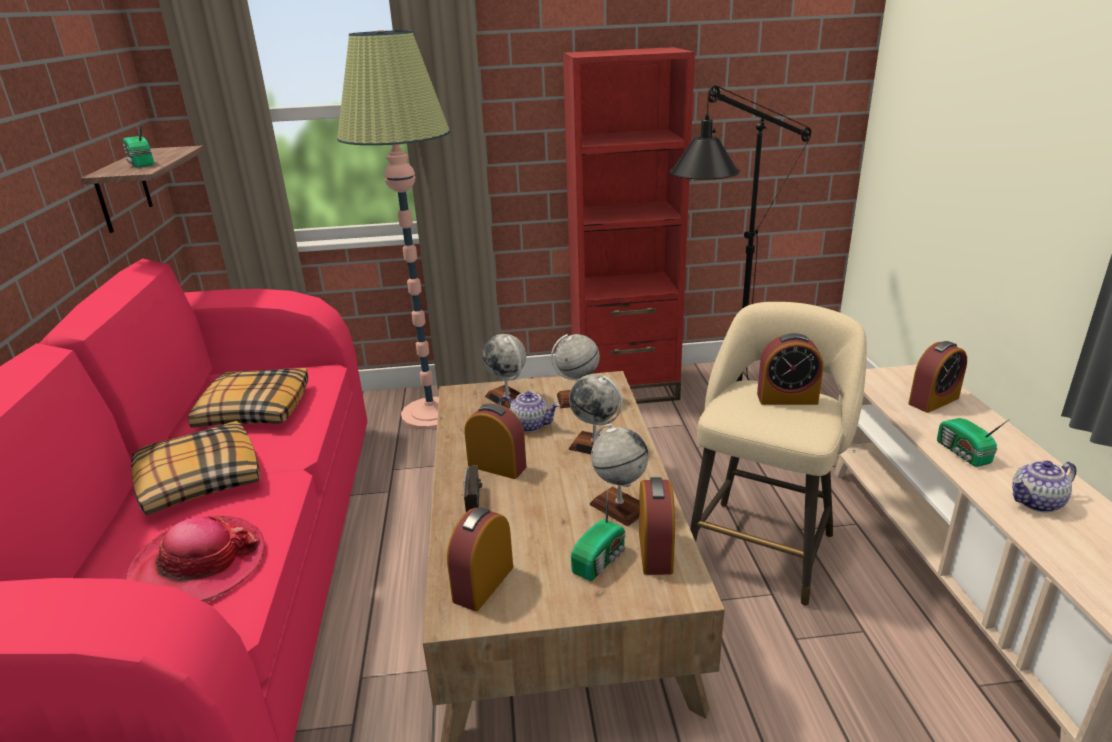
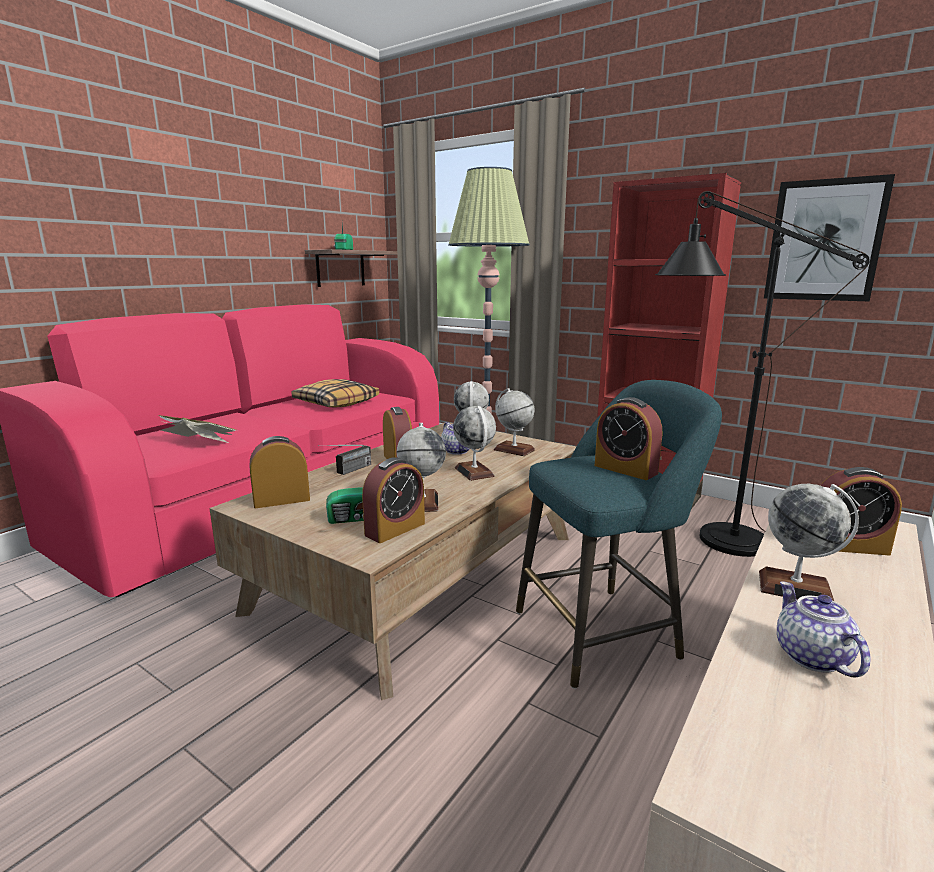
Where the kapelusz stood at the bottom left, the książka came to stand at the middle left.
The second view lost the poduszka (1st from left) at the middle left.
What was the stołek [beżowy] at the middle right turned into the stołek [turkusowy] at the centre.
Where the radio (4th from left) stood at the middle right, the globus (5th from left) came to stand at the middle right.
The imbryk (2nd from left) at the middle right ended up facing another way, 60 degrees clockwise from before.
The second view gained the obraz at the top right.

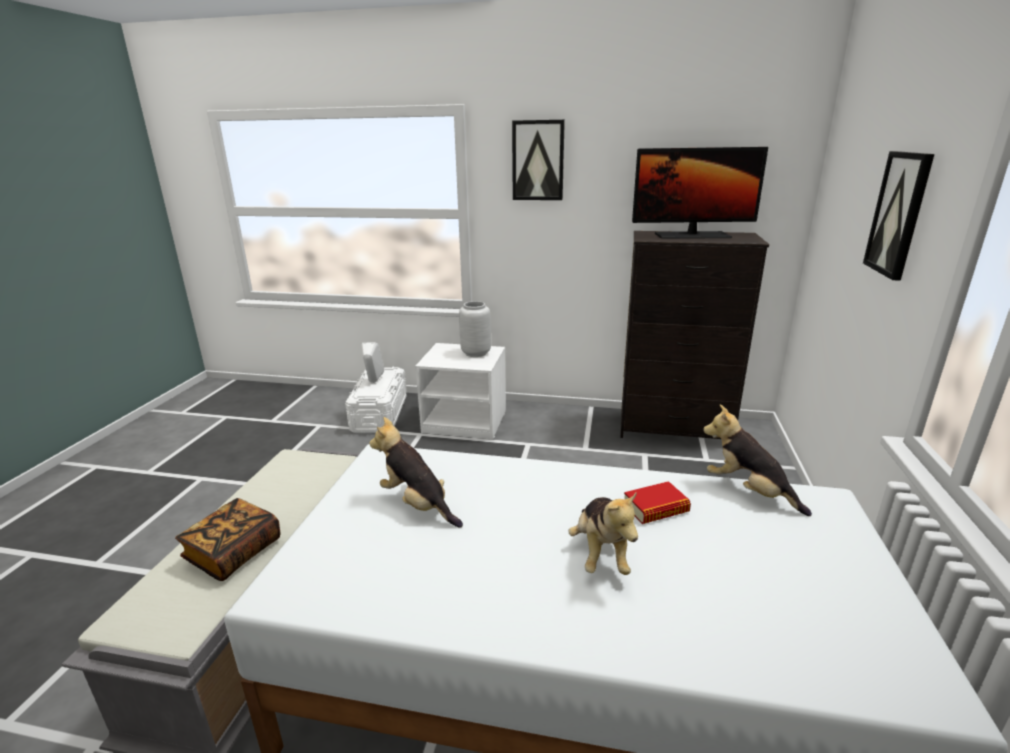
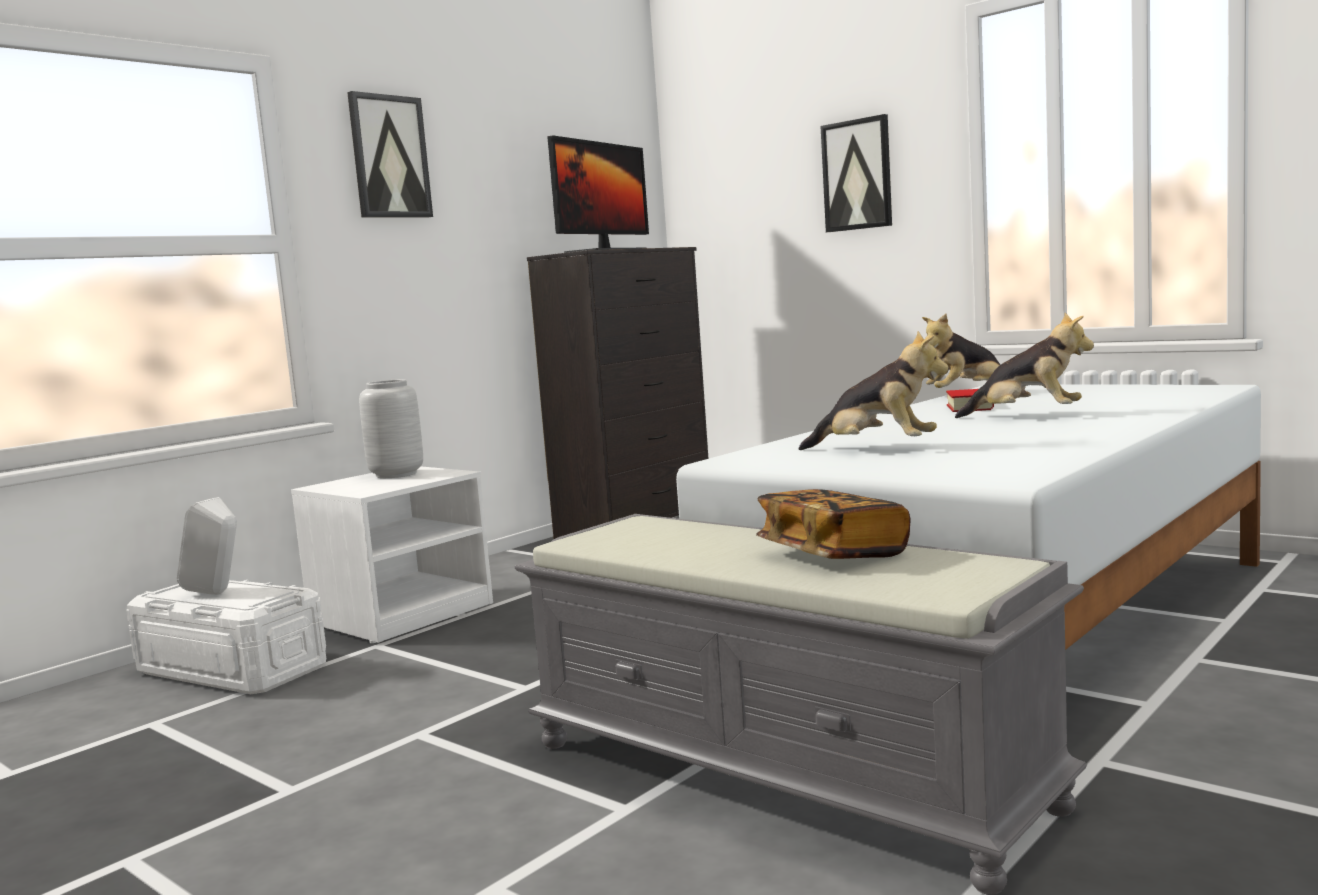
The pluszak (1st from left) at the centre ended up facing another way, 135 degrees counterclockwise from before.

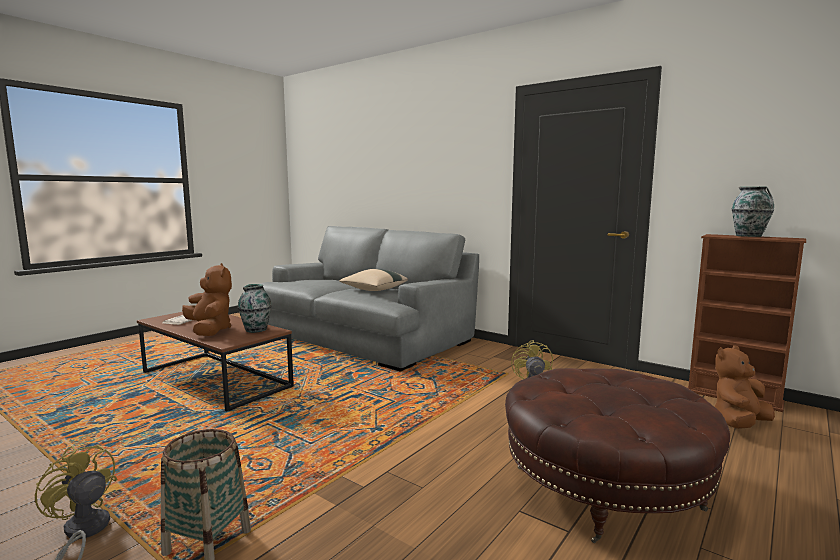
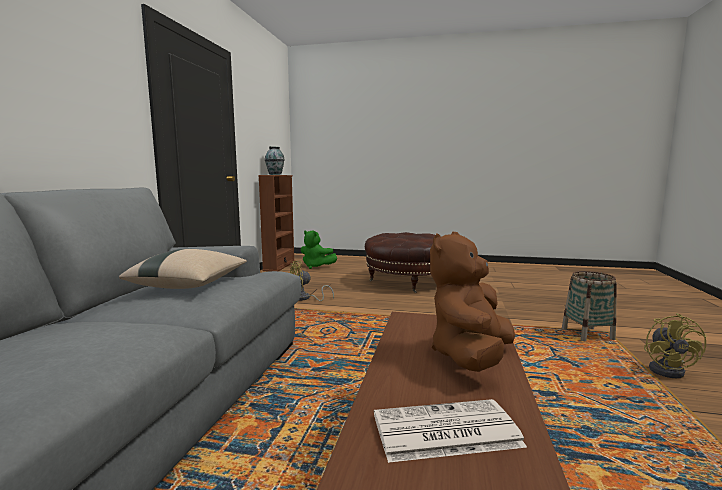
The second view lost the wazon (1st from left) at the middle left.
What was the pluszak [brązowy] (2nd from left) at the bottom right turned into the pluszak [zielony] at the centre.

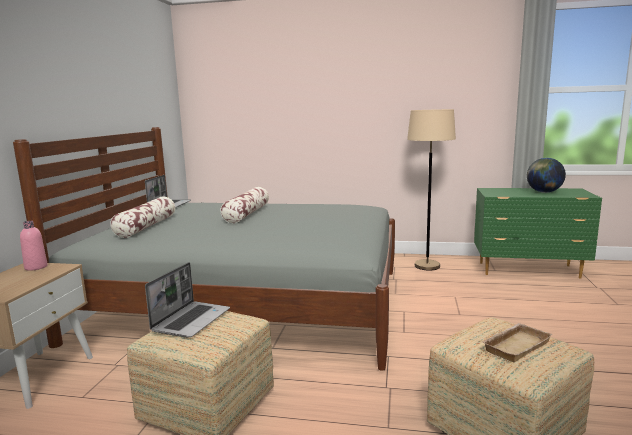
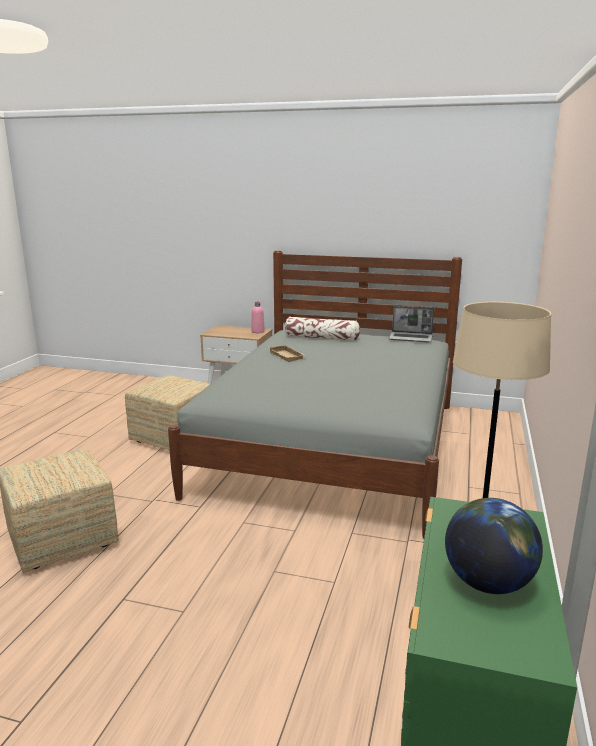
The second view lost the laptop (2nd from left) at the bottom left.
The second view lost the poduszka (2nd from left) at the centre.
The taca [beżowy] ended up elsewhere, having gone from the bottom right to the centre.

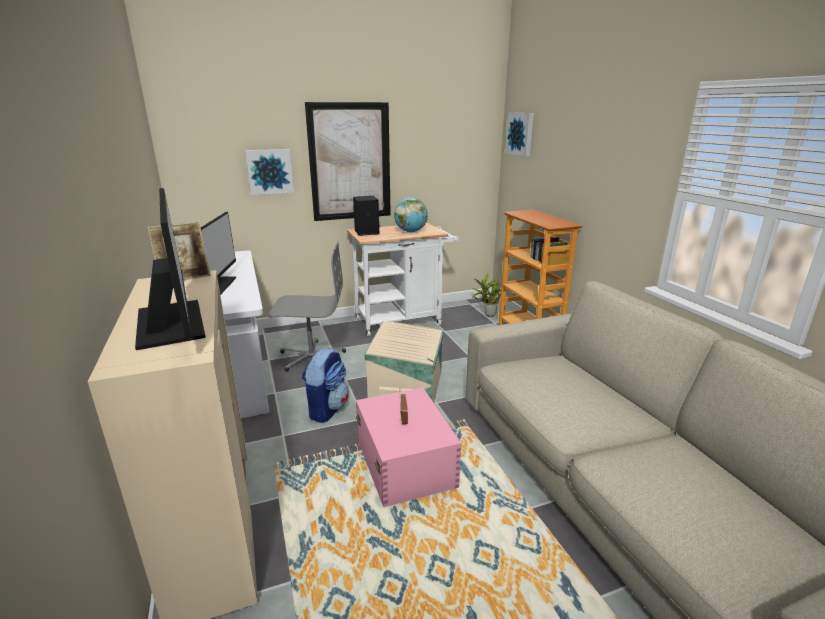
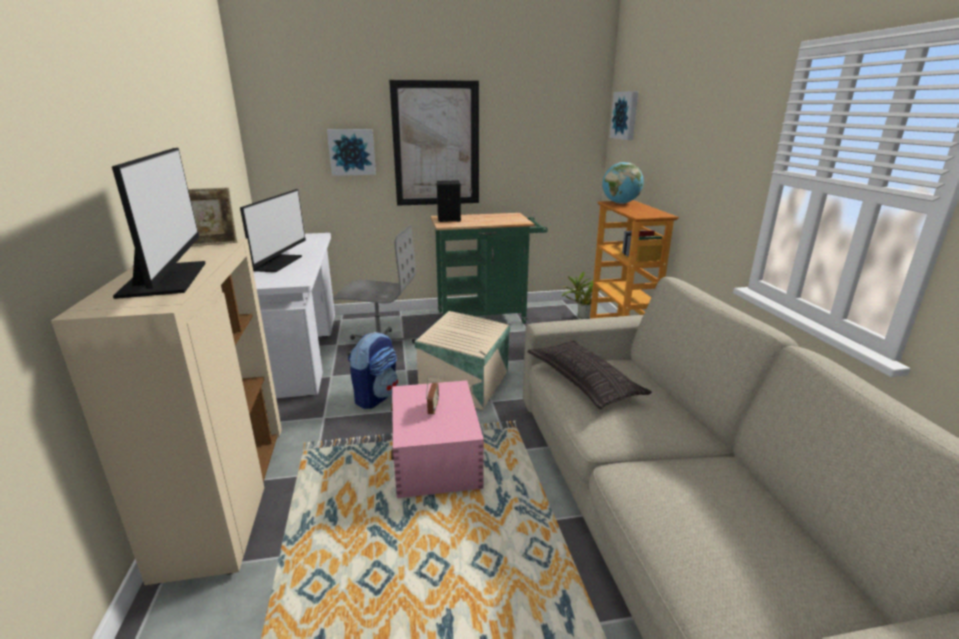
What was the wózek [biały] at the centre turned into the wózek [zielony] at the centre.
The globus ended up elsewhere, having gone from the centre to the top centre.
The second view gained the poduszka at the centre.

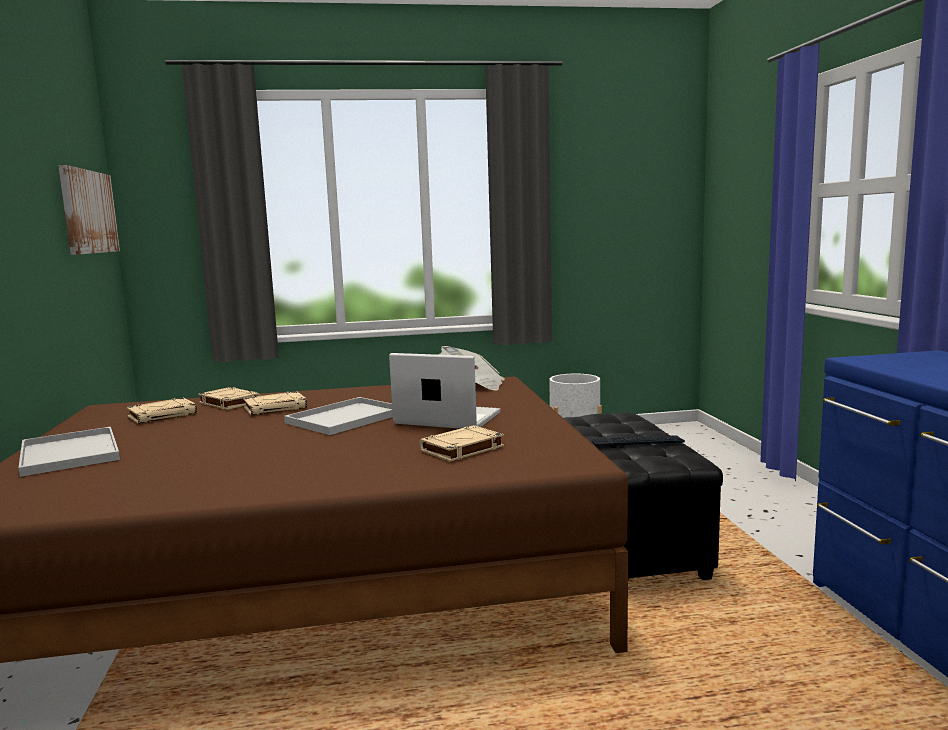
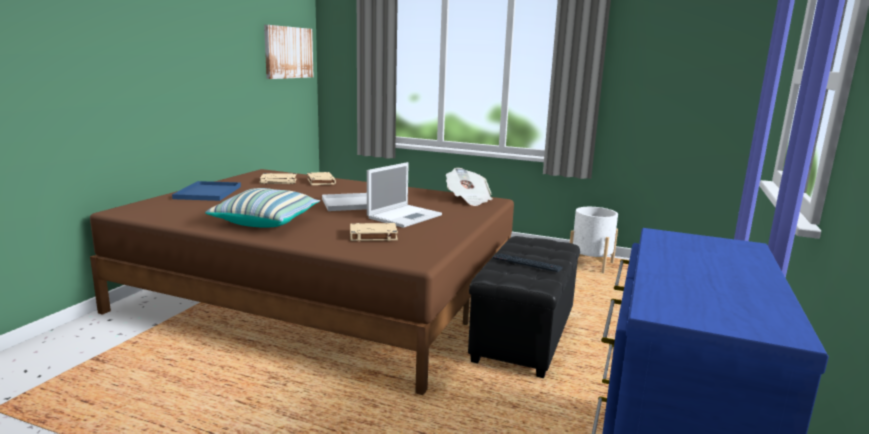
What was the taca [biały] (1st from left) at the middle left turned into the taca [niebieski] at the middle left.
The second view lost the książka [beżowy] (3rd from left) at the middle left.
The laptop at the centre ended up facing another way, 75 degrees clockwise from before.
The second view gained the poduszka at the middle left.

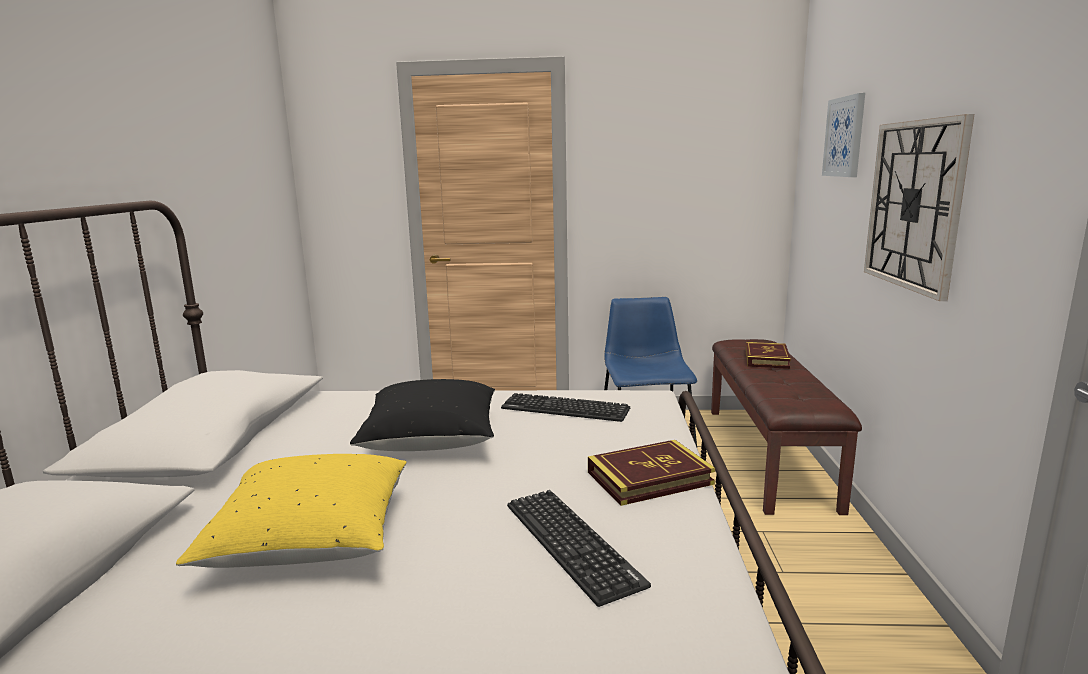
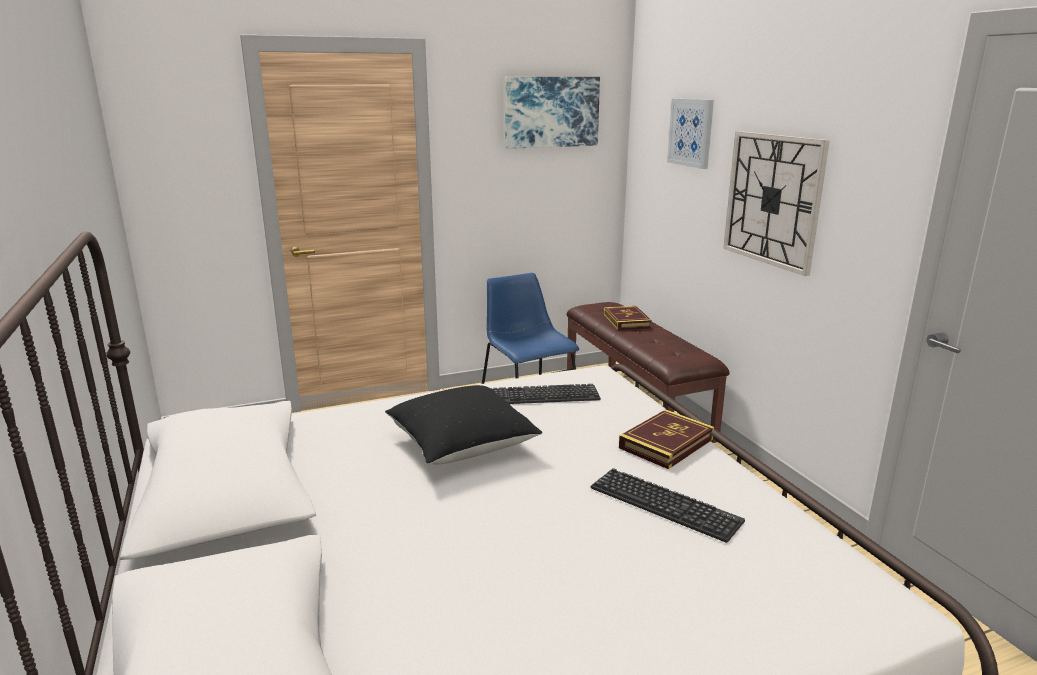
The second view lost the poduszka [żółty] at the bottom left.
The second view gained the obraz (1st from left) at the top centre.

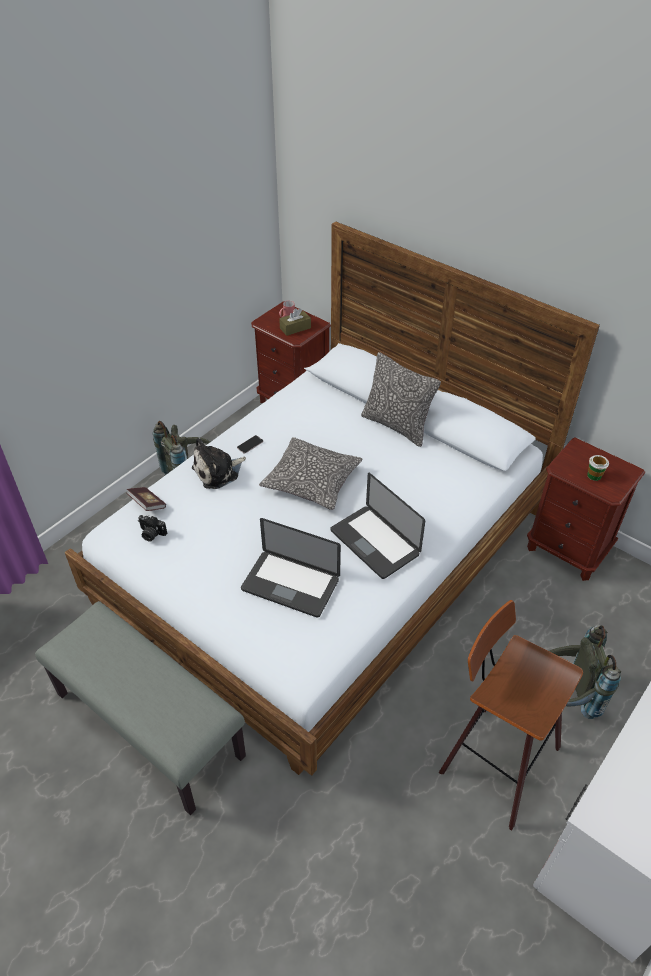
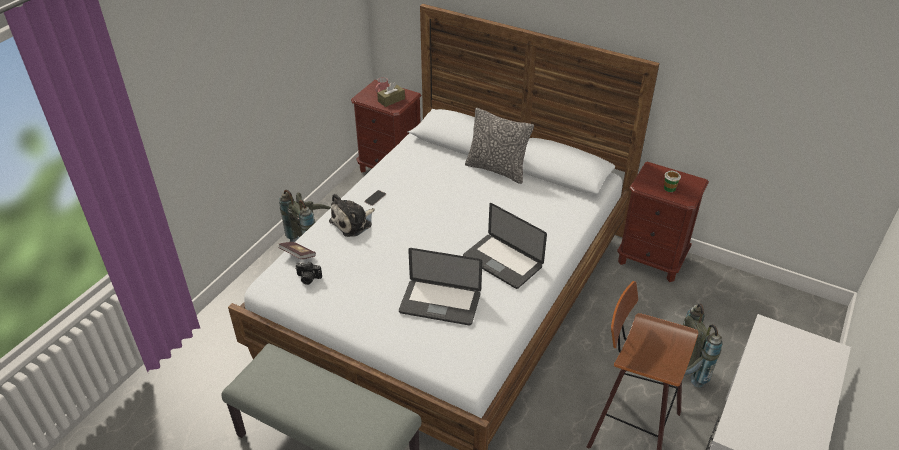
The second view lost the poduszka (1st from left) at the centre.

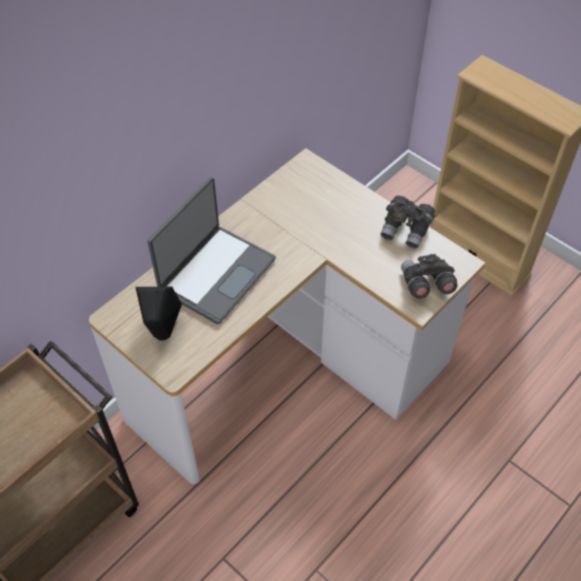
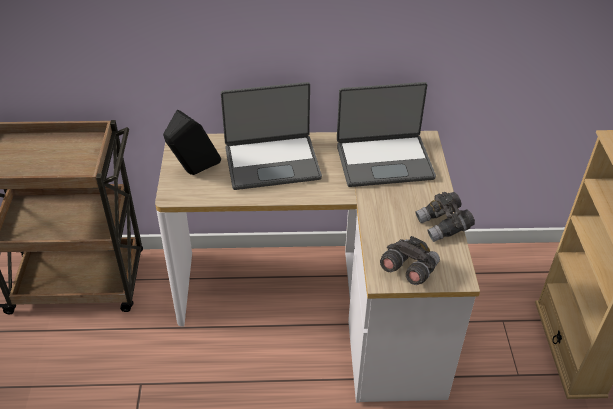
The second view gained the laptop (2nd from left) at the top centre.

